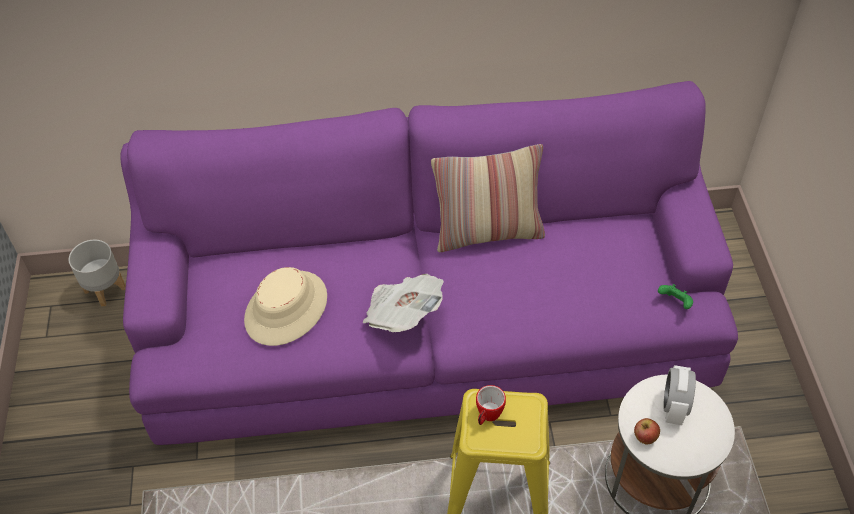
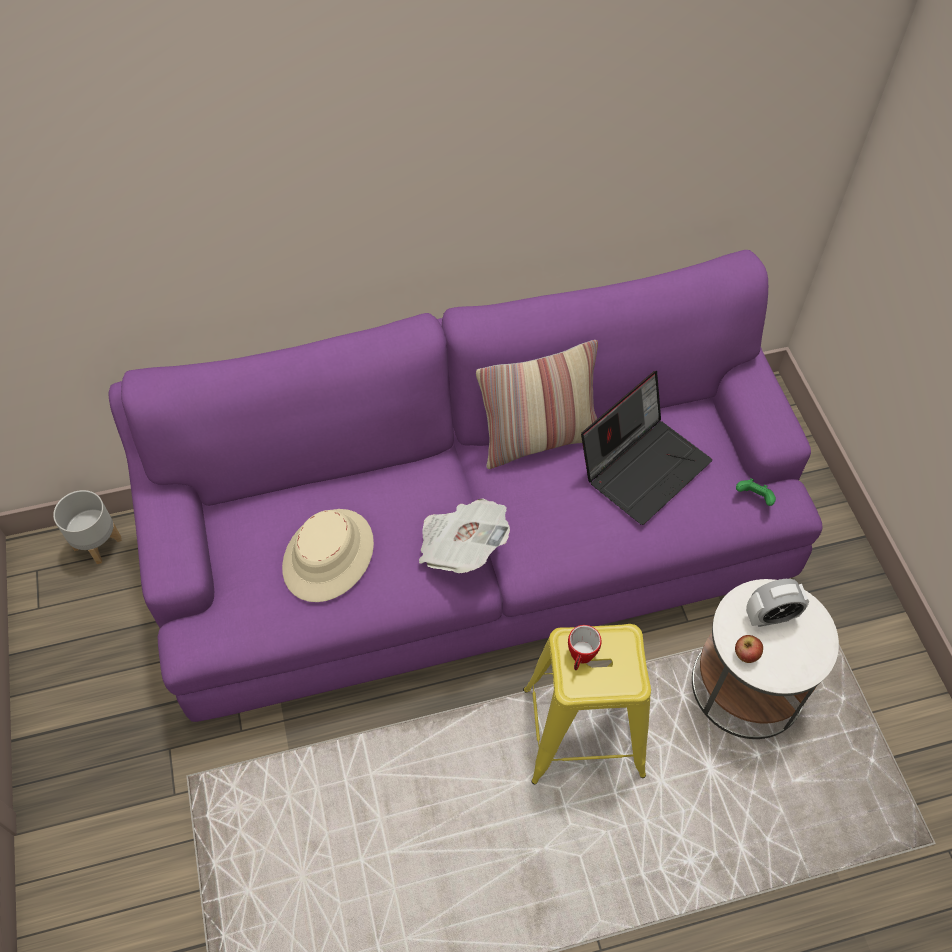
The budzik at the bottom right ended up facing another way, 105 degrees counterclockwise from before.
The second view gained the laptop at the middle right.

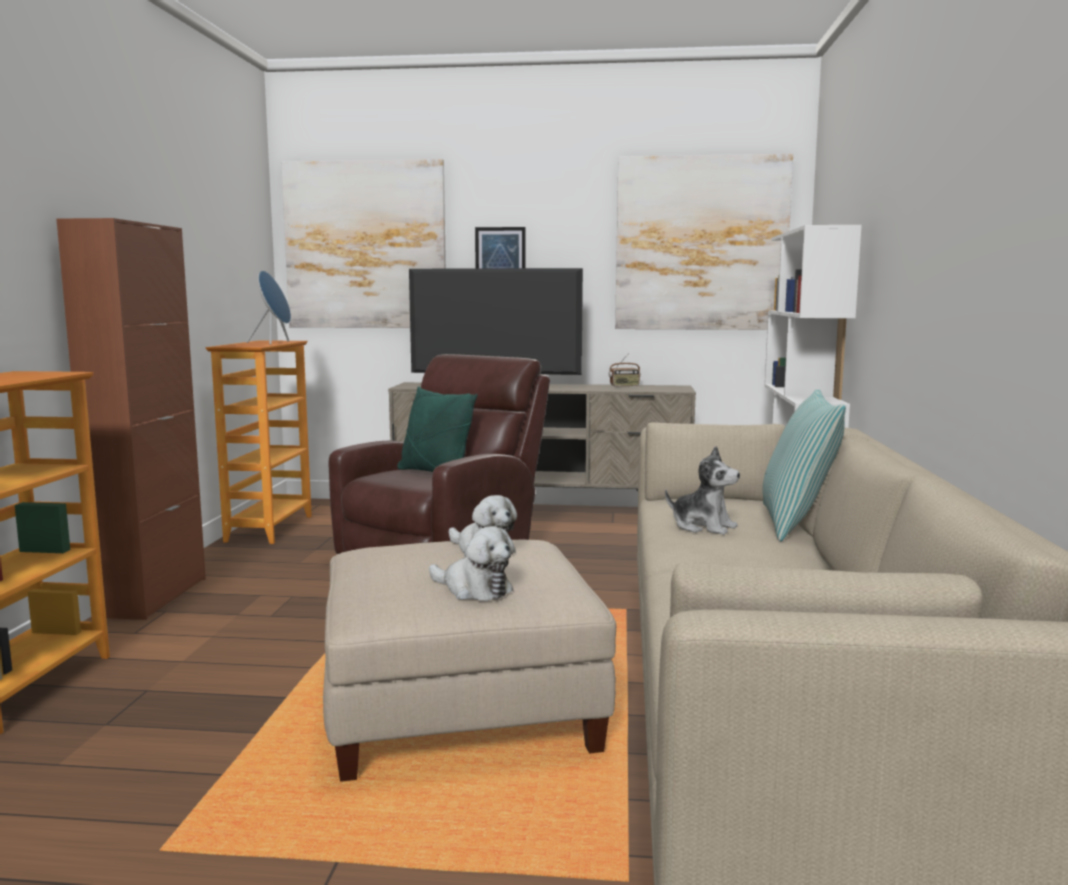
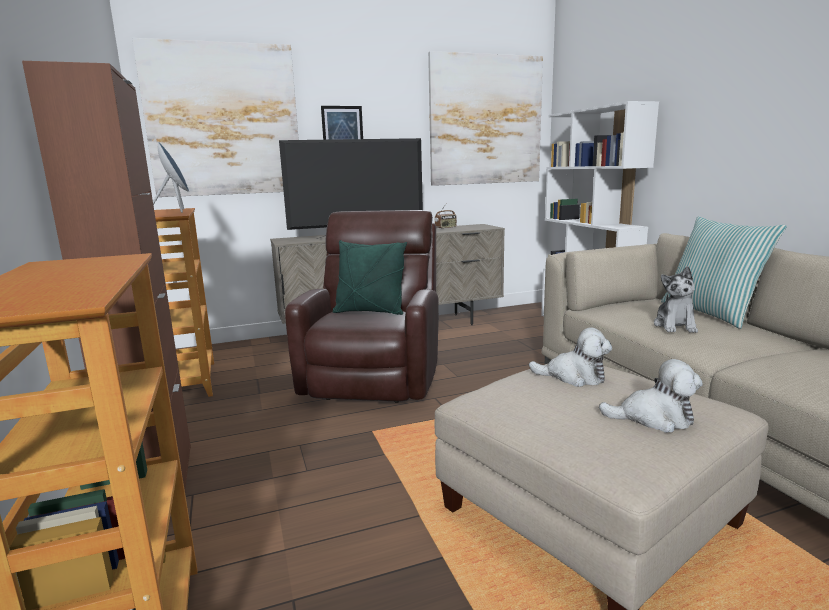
The pluszak (3rd from left) at the centre ended up facing another way, 90 degrees clockwise from before.

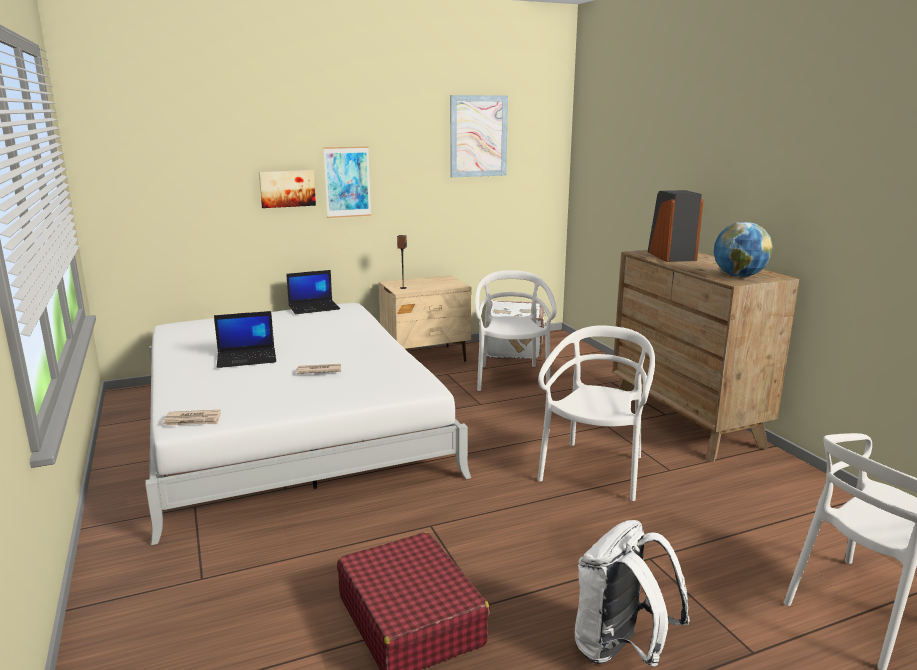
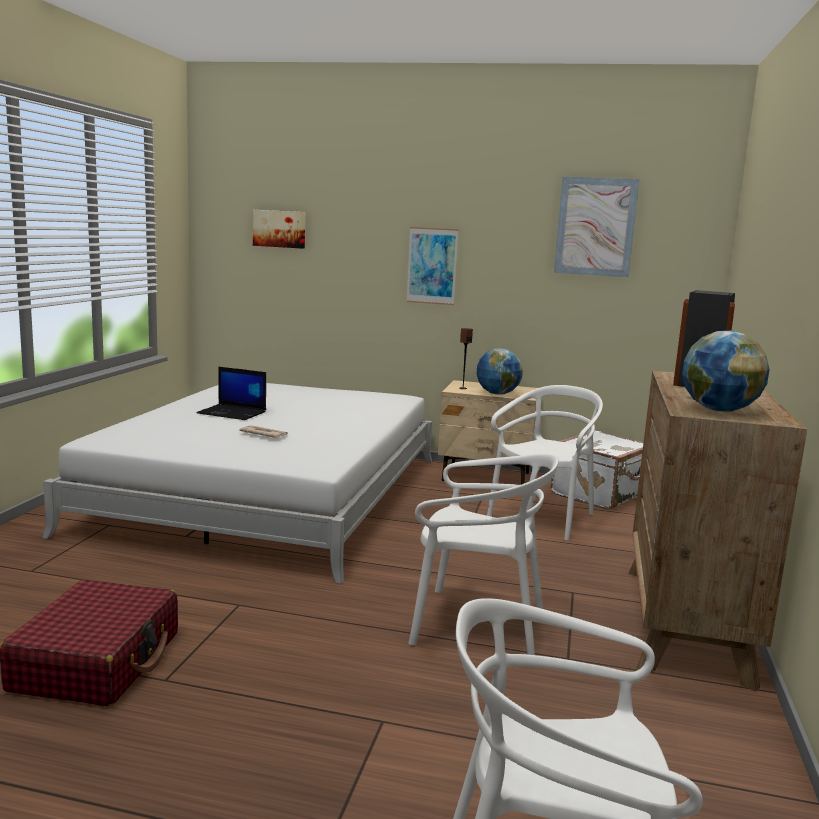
The second view lost the gazeta (1st from left) at the middle left.
The obraz (1st from left) ended up elsewhere, having gone from the top left to the top centre.
The second view lost the laptop (2nd from left) at the centre.
The krzesło [biały] (2nd from left in the first image) at the centre ended up facing another way, 45 degrees clockwise from before.
The second view lost the plecak [biały] at the bottom right.
The second view gained the globus (1st from left) at the centre.

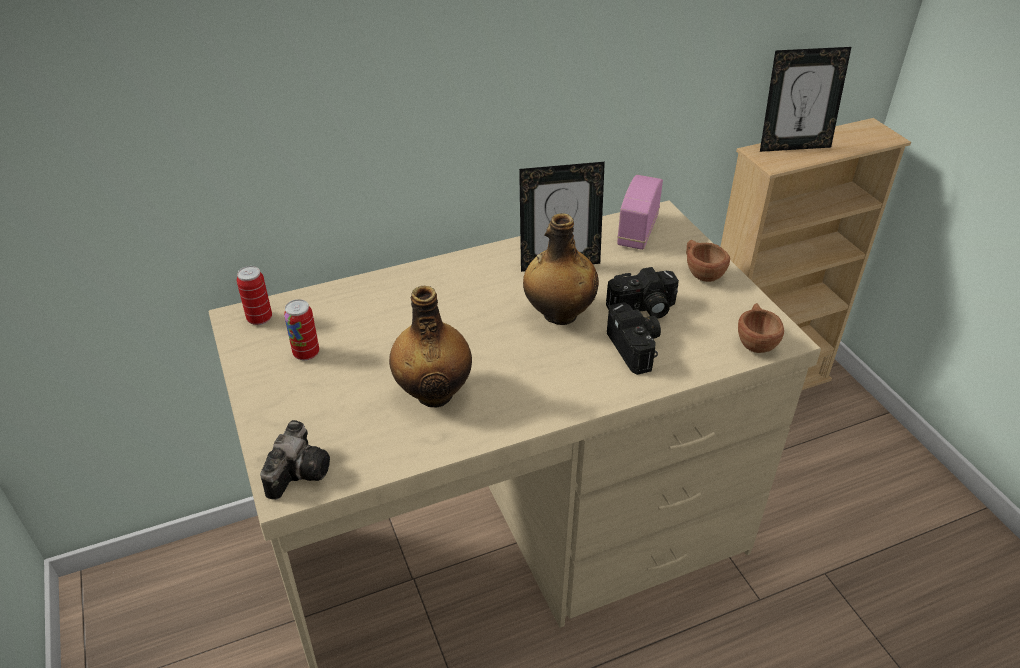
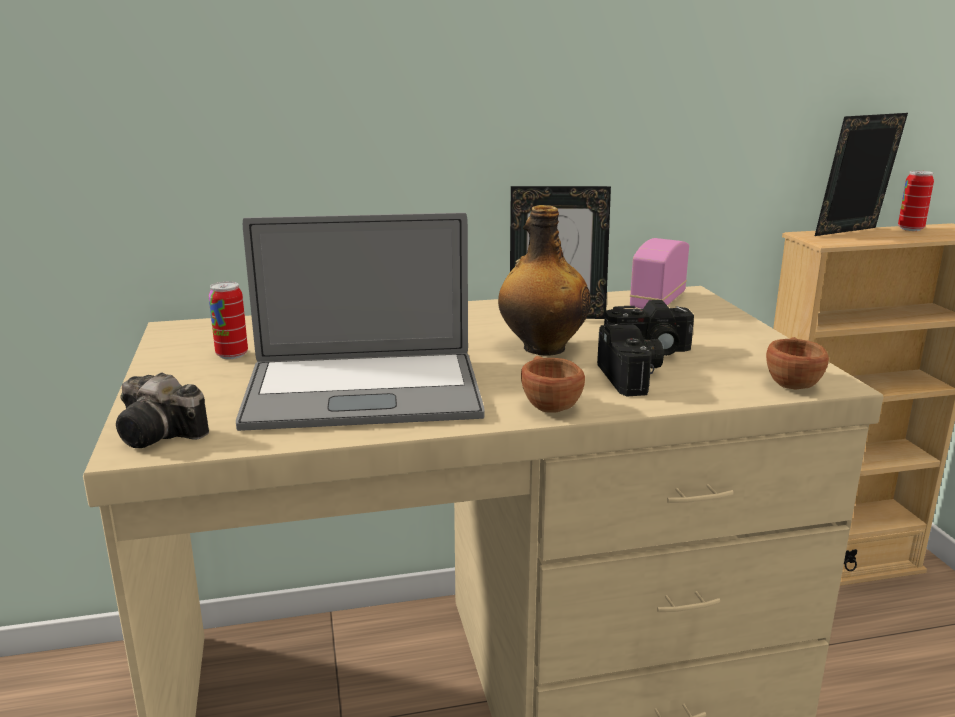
The puszka (1st from left in the first image) ended up elsewhere, having gone from the middle left to the top right.
The aparat fotograficzny (1st from left) at the bottom left ended up facing another way, 90 degrees clockwise from before.
Where the butelka (1st from left) stood at the centre, the laptop came to stand at the centre.
The filiżanka [brązowy] (1st from left) ended up elsewhere, having gone from the middle right to the centre.
The ramka na zdjęcie (2nd from left) at the top right ended up facing another way, 150 degrees clockwise from before.

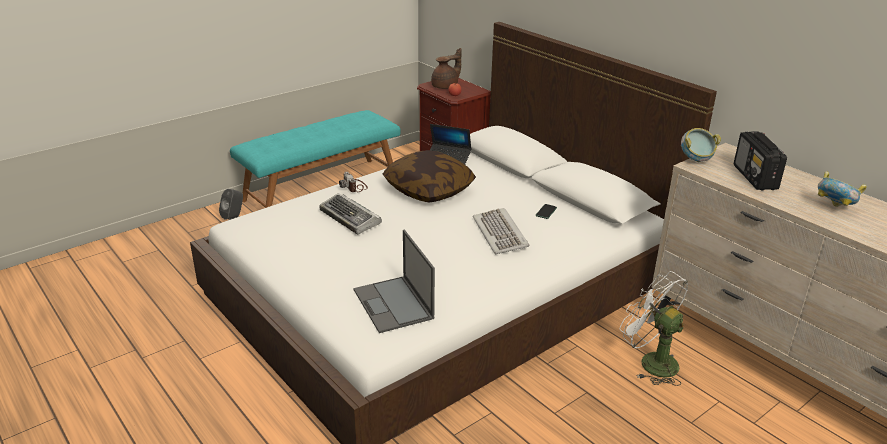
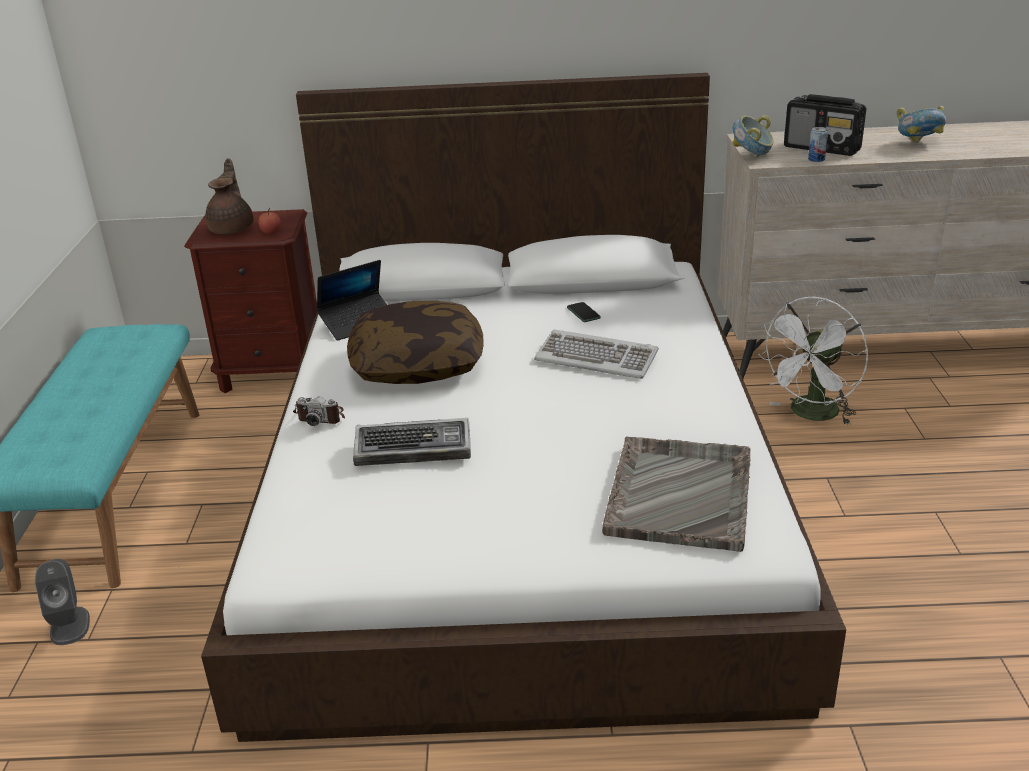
Where the laptop (1st from left) stood at the centre, the taca [szary] came to stand at the centre.
The wentylator [biały] at the bottom right ended up facing another way, 45 degrees counterclockwise from before.
The second view gained the puszka at the top right.

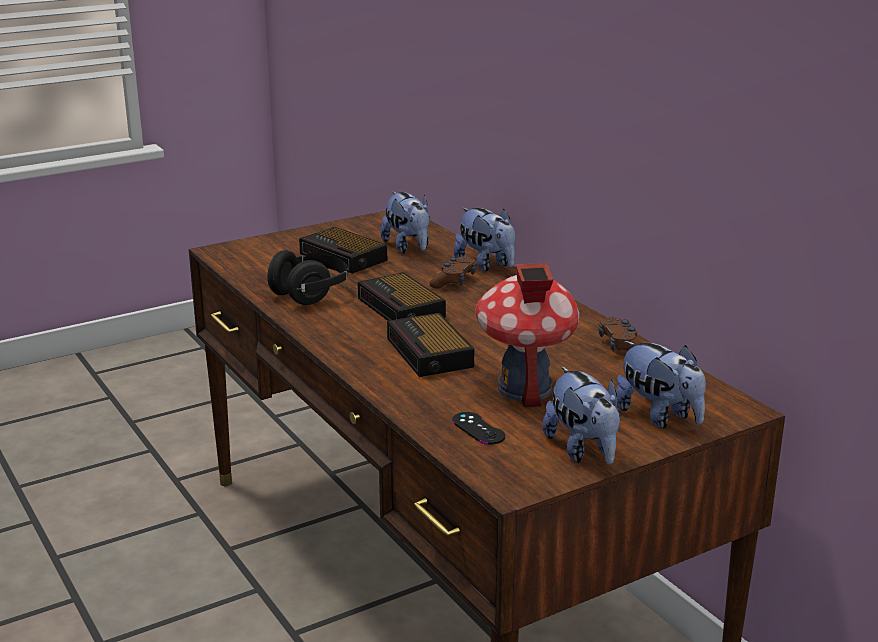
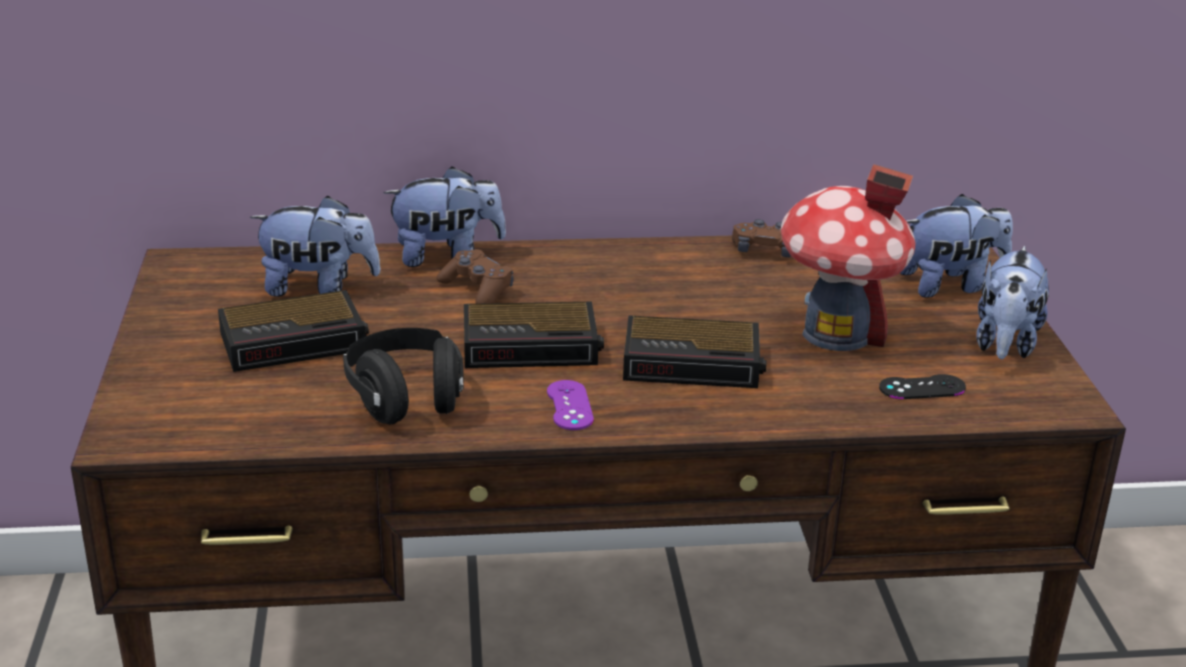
The pluszak (3rd from left in the first image) at the centre ended up facing another way, 105 degrees clockwise from before.
The second view gained the pad do gier [fioletowy] at the centre.

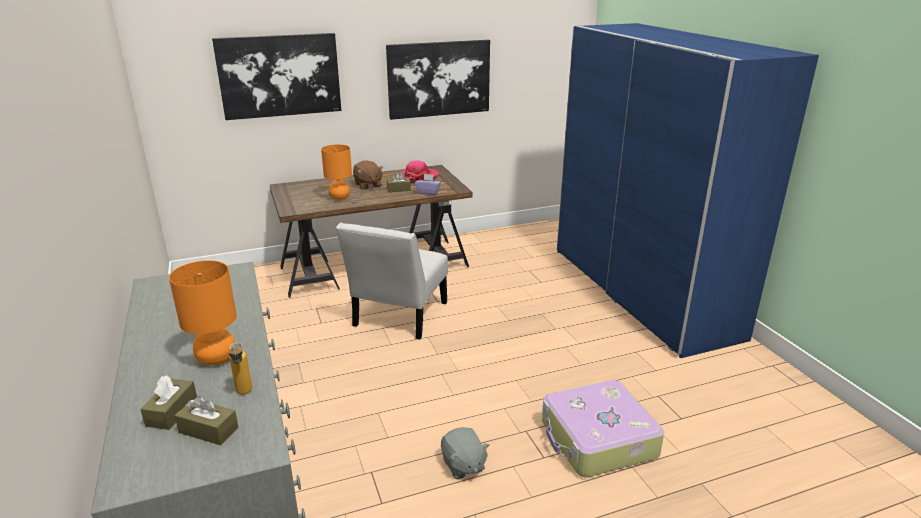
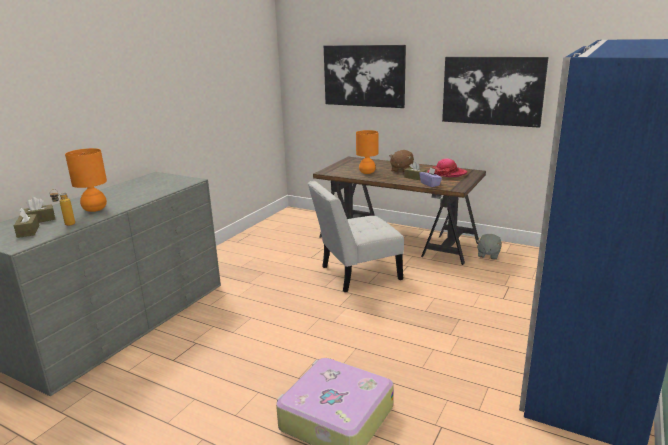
The pluszak [szary] ended up elsewhere, having gone from the bottom centre to the middle right.

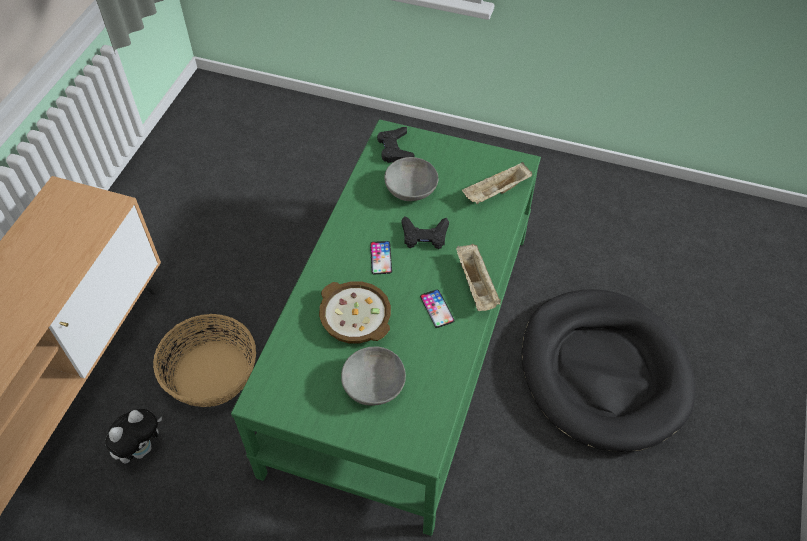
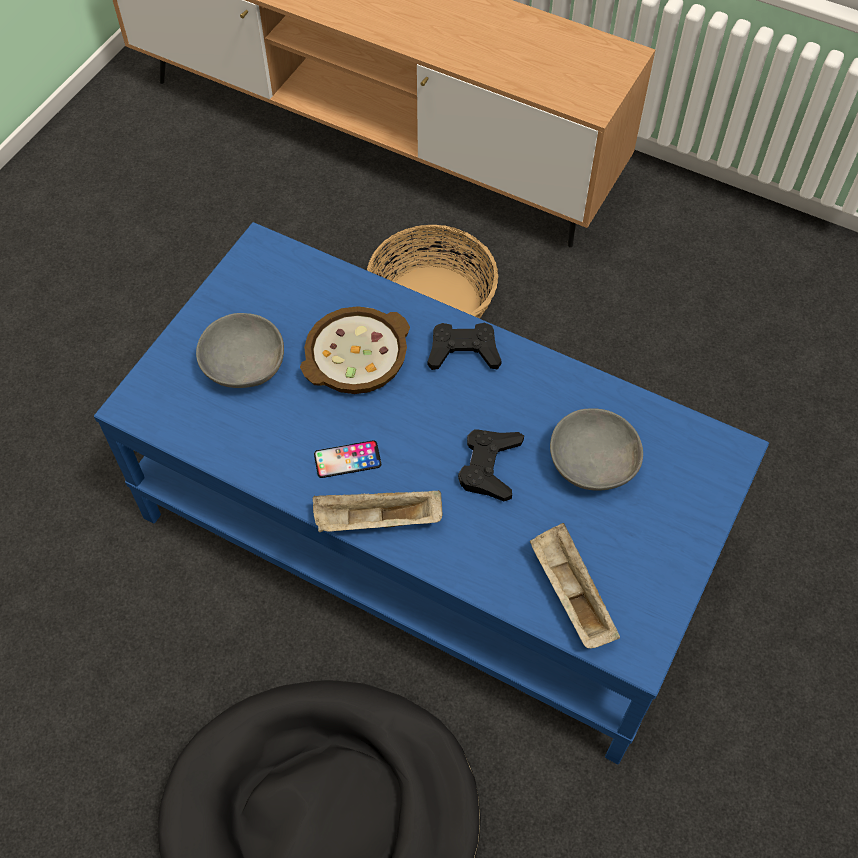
The second view lost the pluszak at the bottom left.
What was the ława [zielony] at the centre turned into the ława [niebieski] at the centre.
The second view lost the telefon (1st from left) at the centre.
The pad do gier [czarny] (1st from left) ended up elsewhere, having gone from the top centre to the centre.

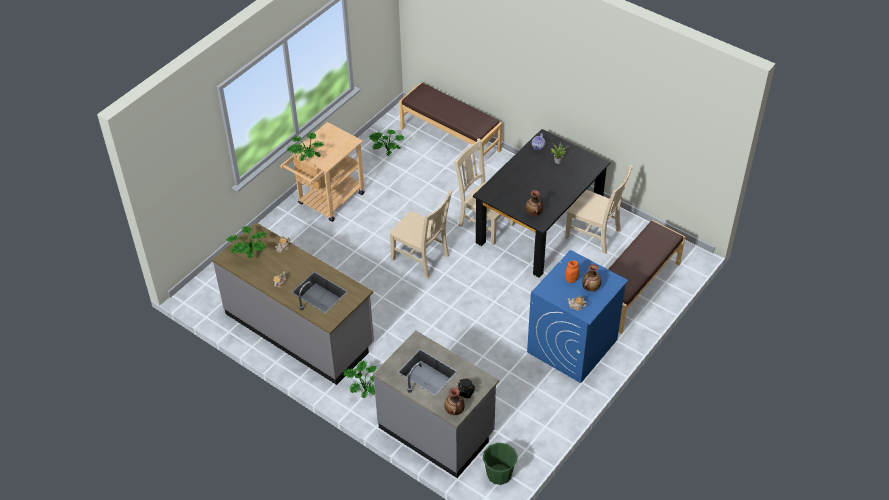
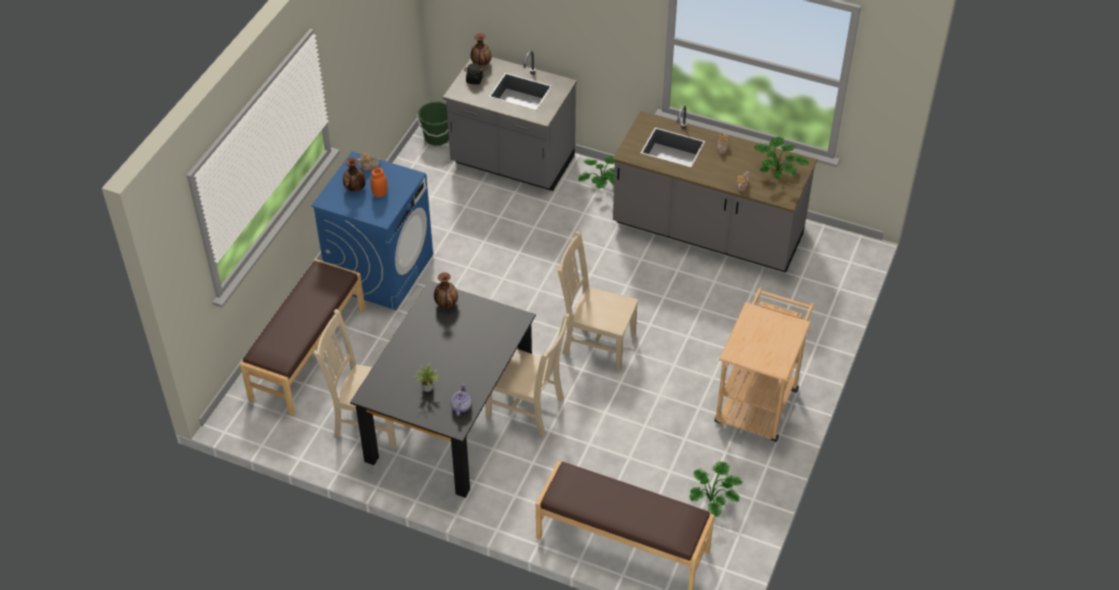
The second view lost the roślina doniczkowa (2nd from left) at the top centre.

